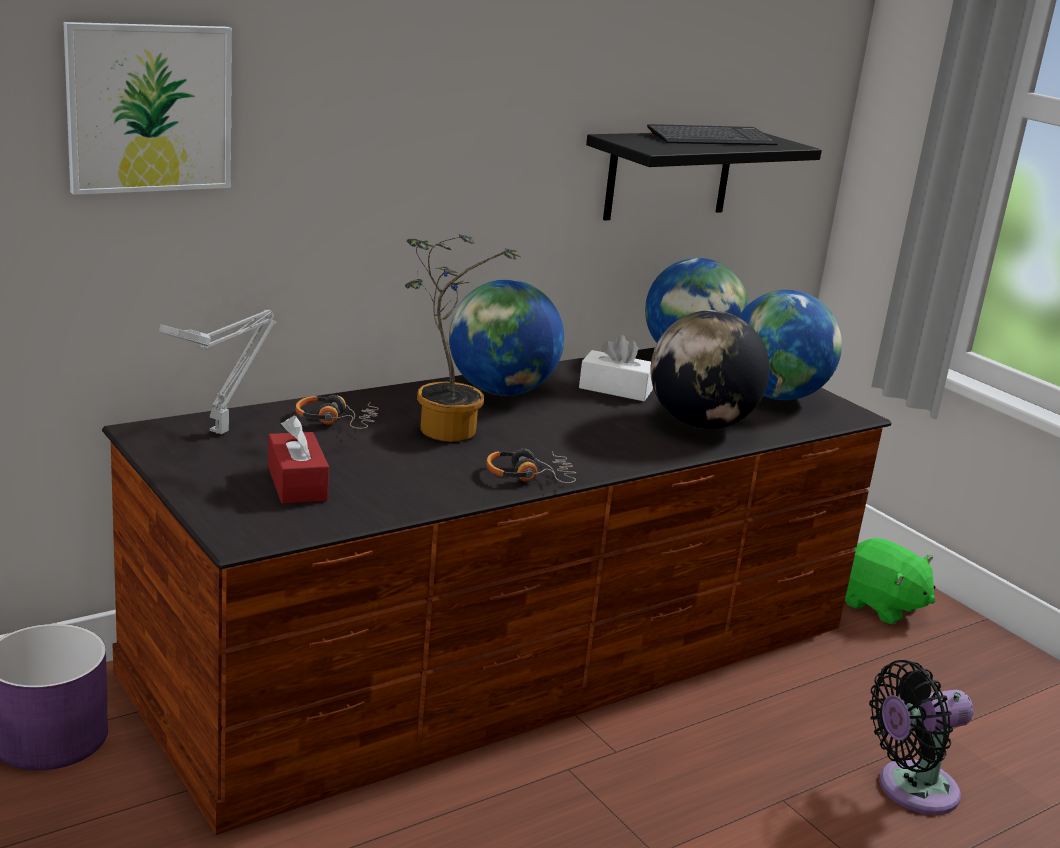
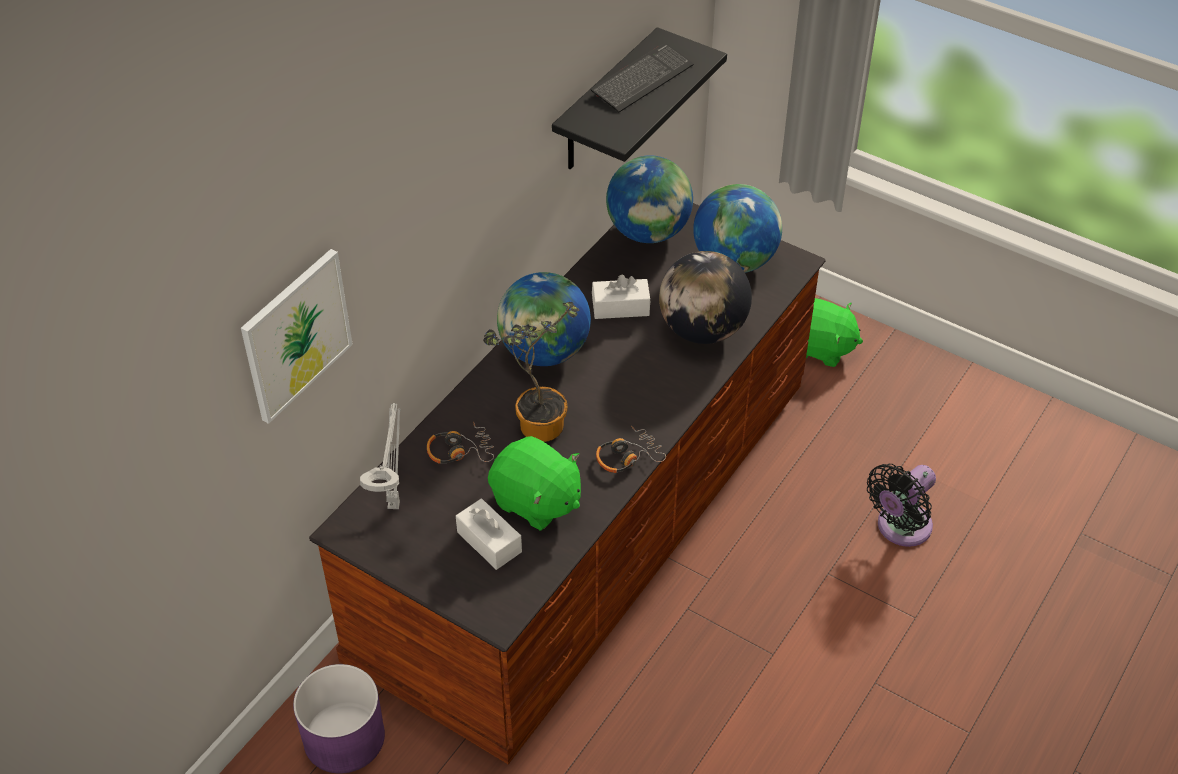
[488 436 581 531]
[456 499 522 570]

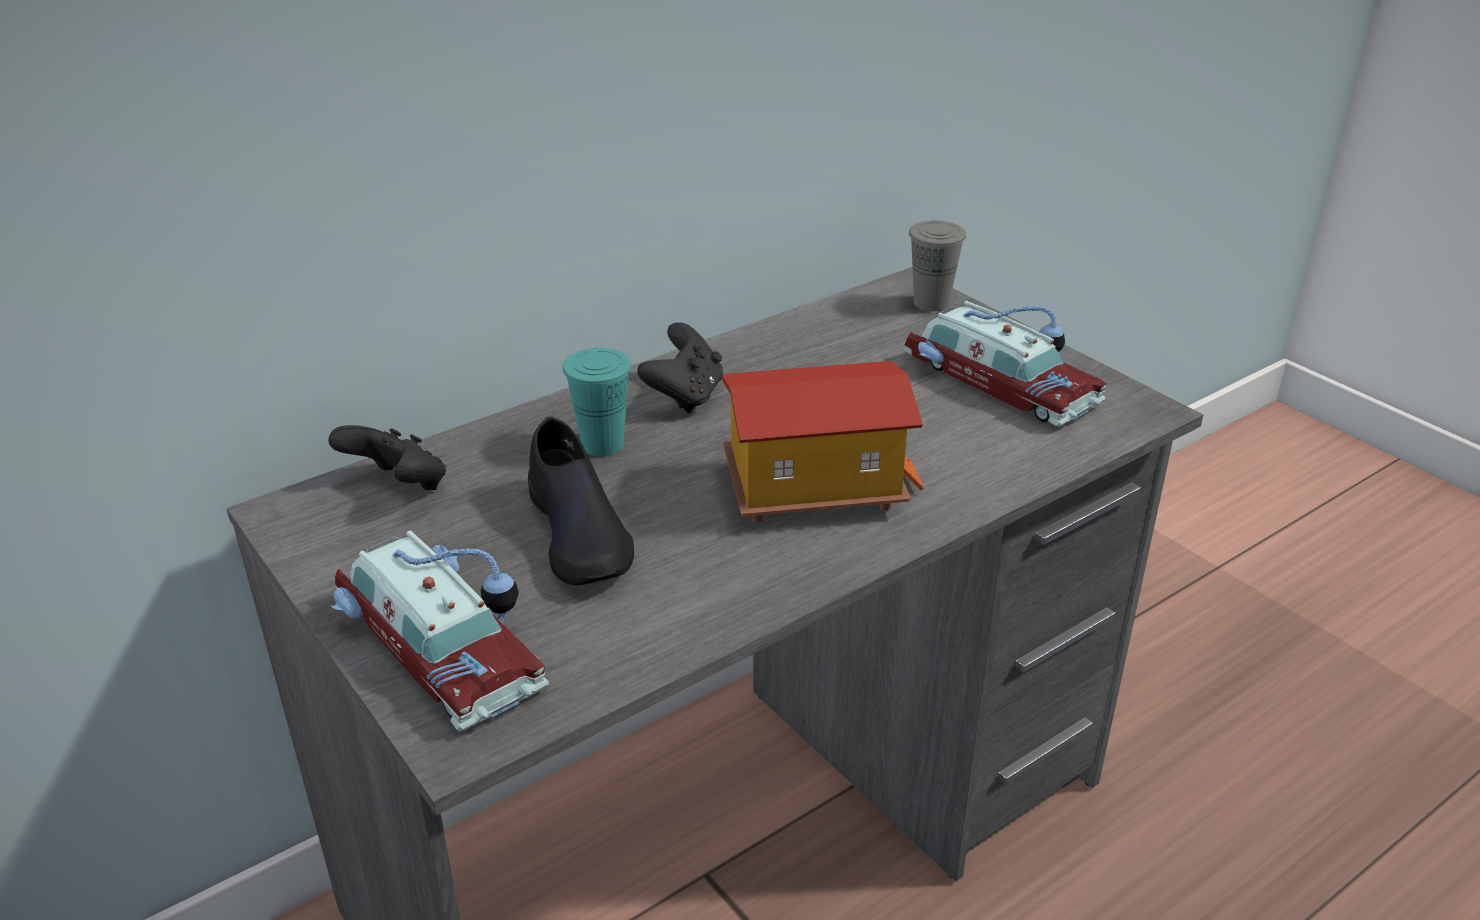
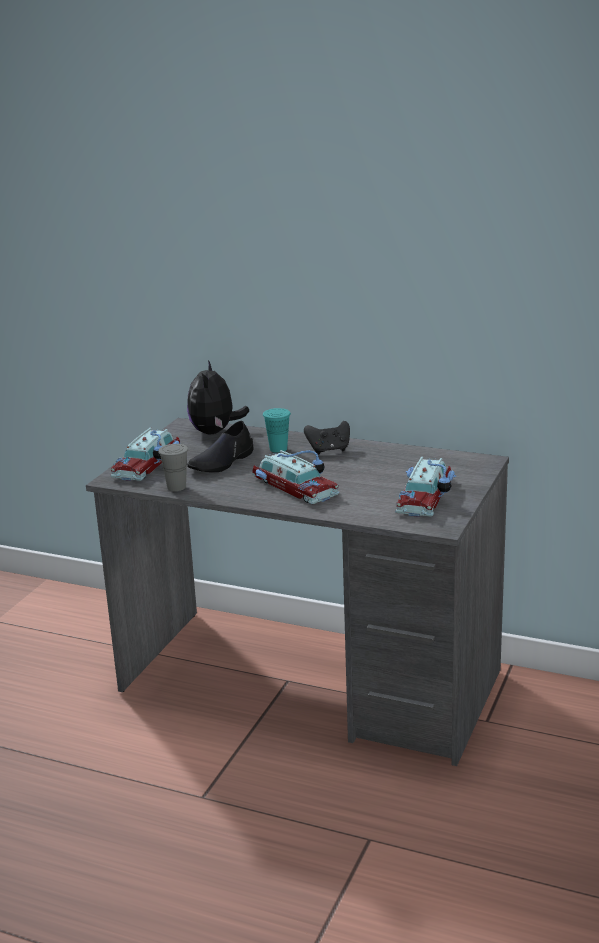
[158 444 188 491]
[187 360 249 434]
[252 450 339 504]

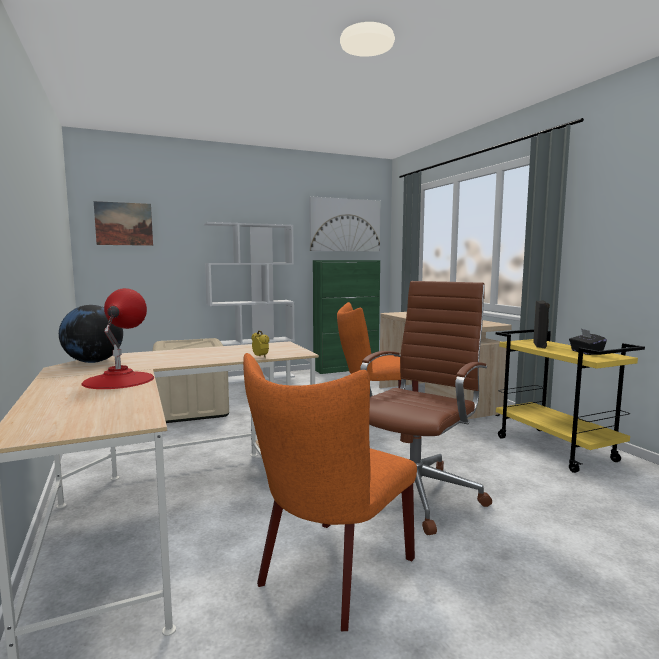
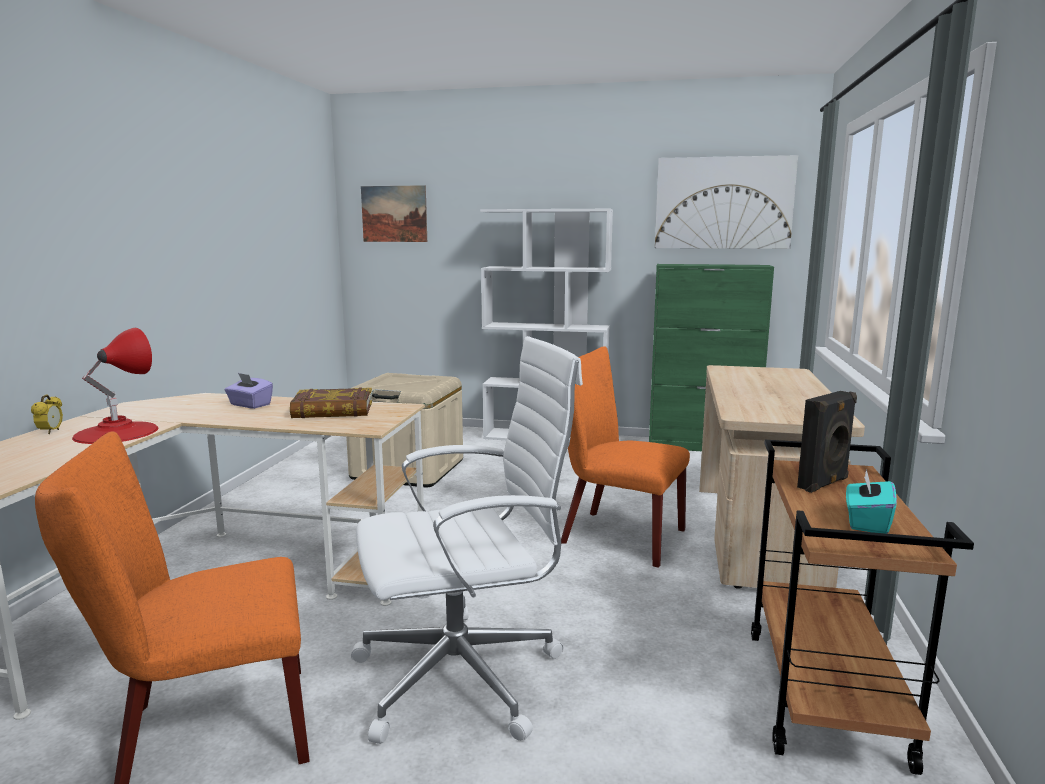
[59 305 123 363] (first image)
[225 373 273 409]
[290 387 372 418]
[31 394 63 434]
[351 336 583 744]
[751 440 974 775]
[846 469 897 534]

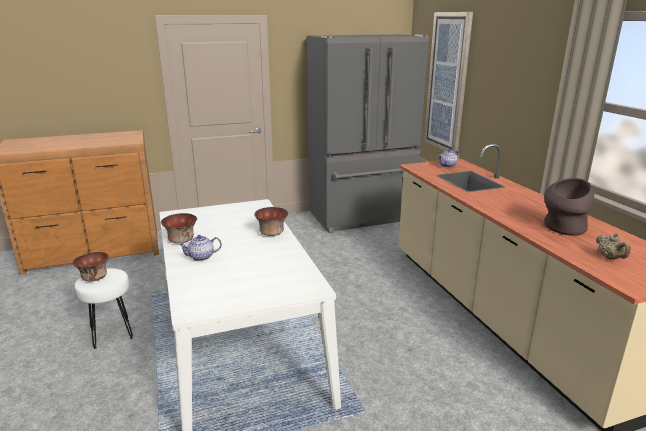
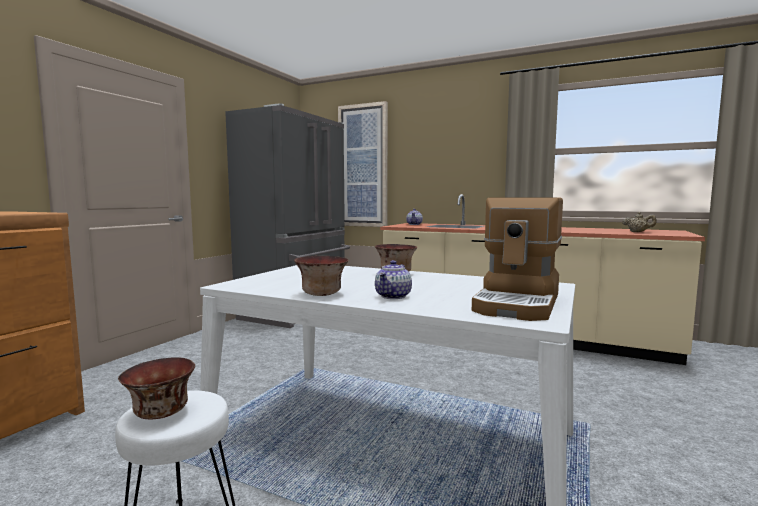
[544 178 594 236] (first image)
[472 197 563 321]

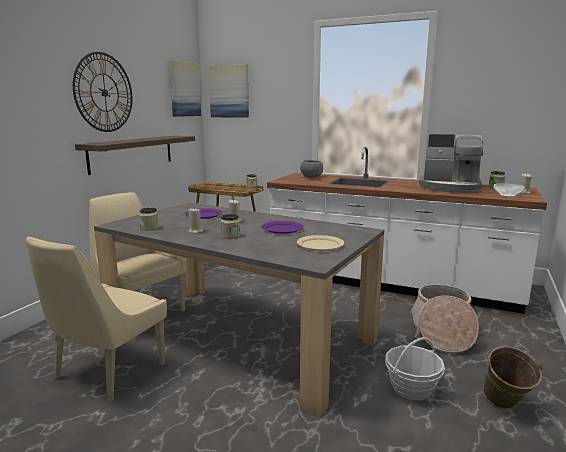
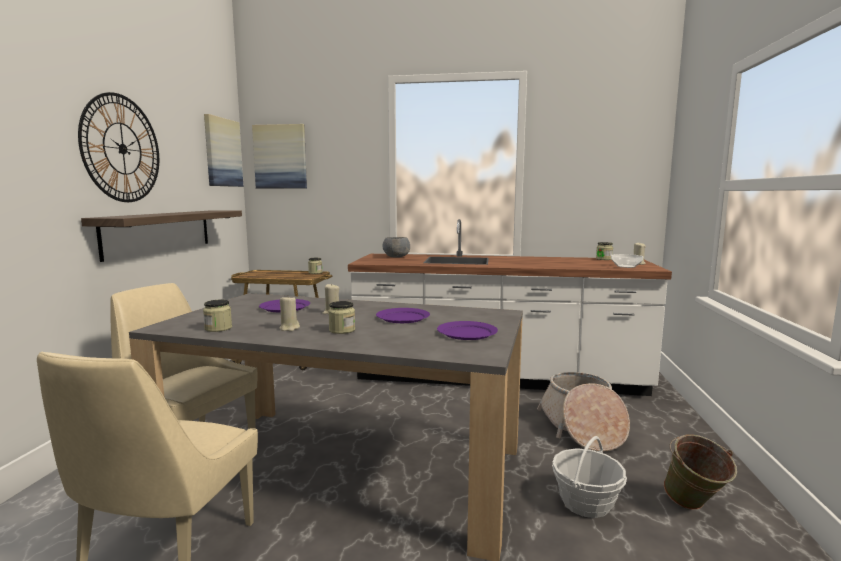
[419 134 483 193] (first image)
[437 321 498 340]

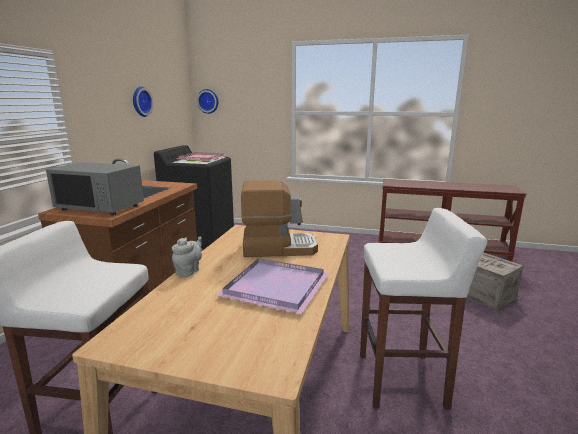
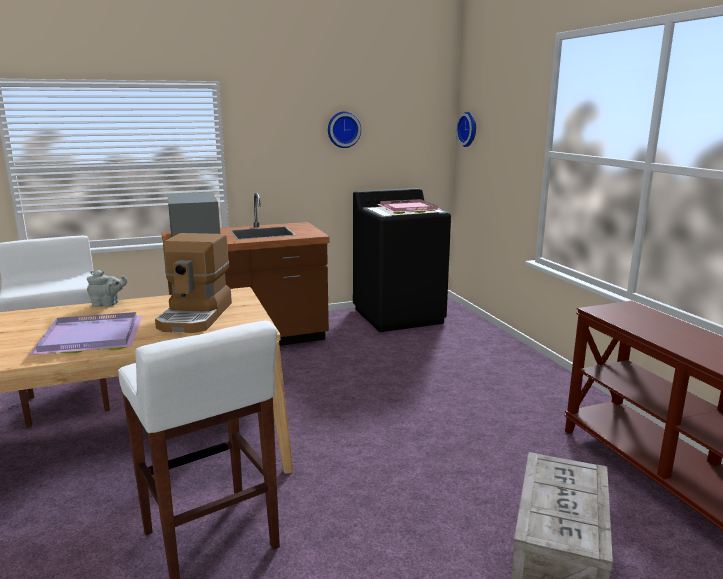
[155 233 232 333]

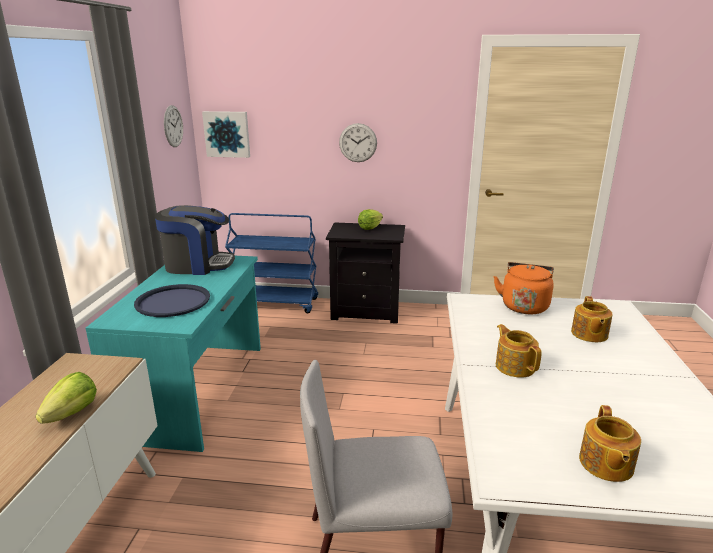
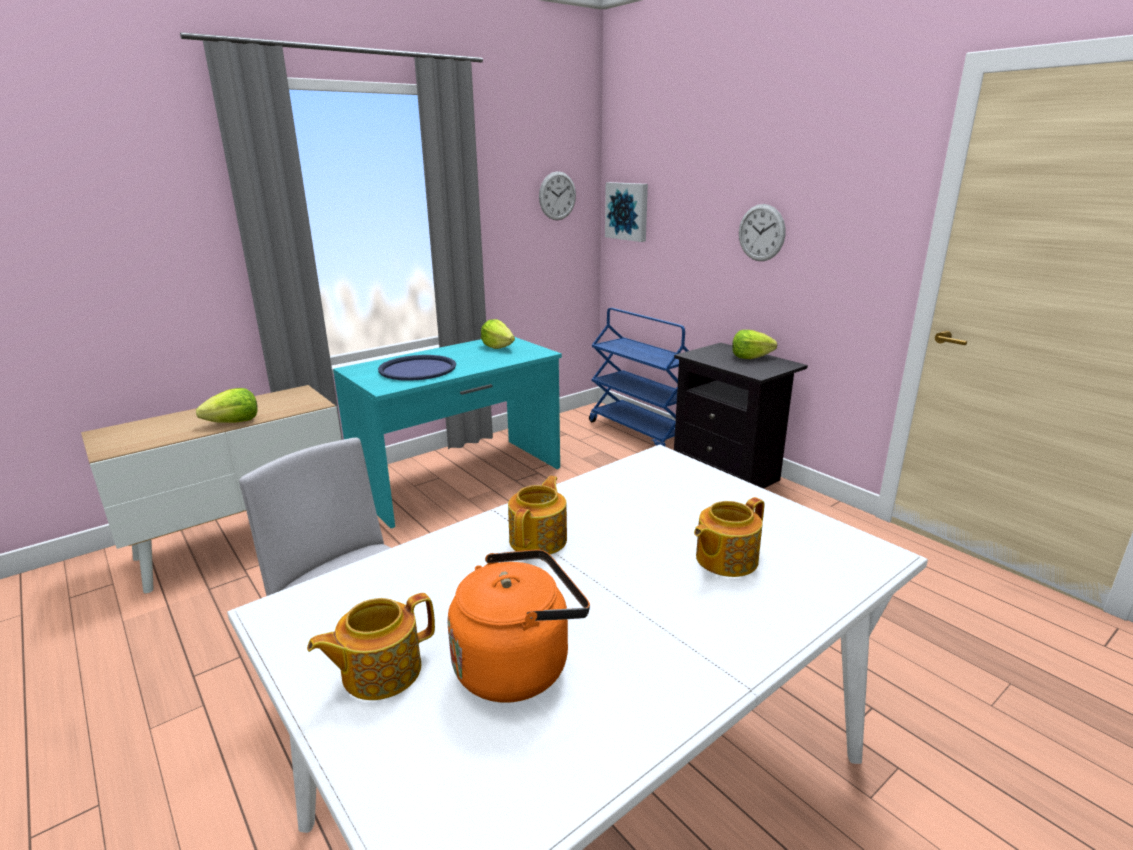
[448 549 590 703]
[481 319 515 349]

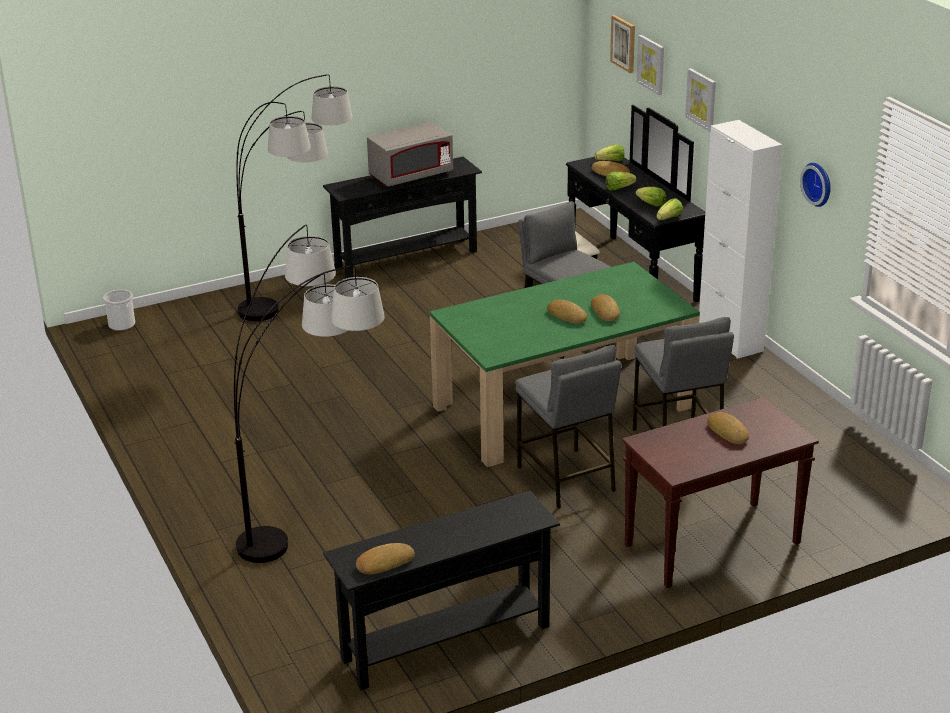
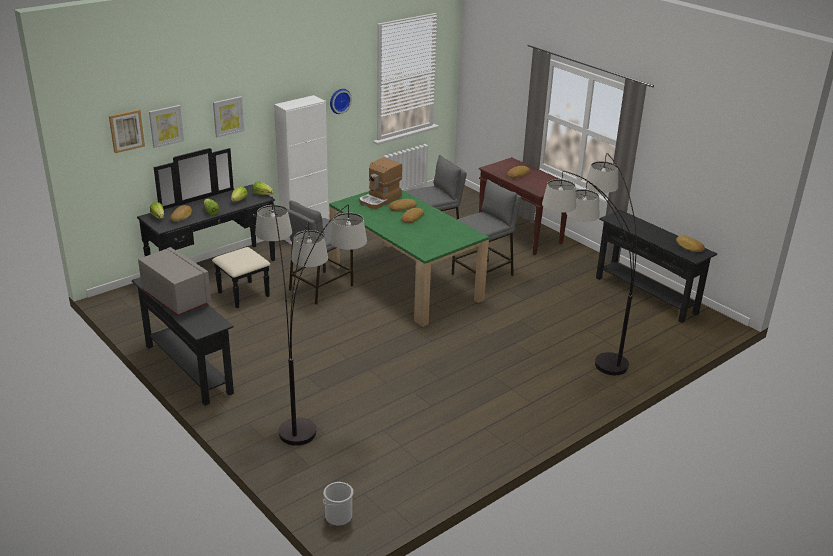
[359 157 402 209]

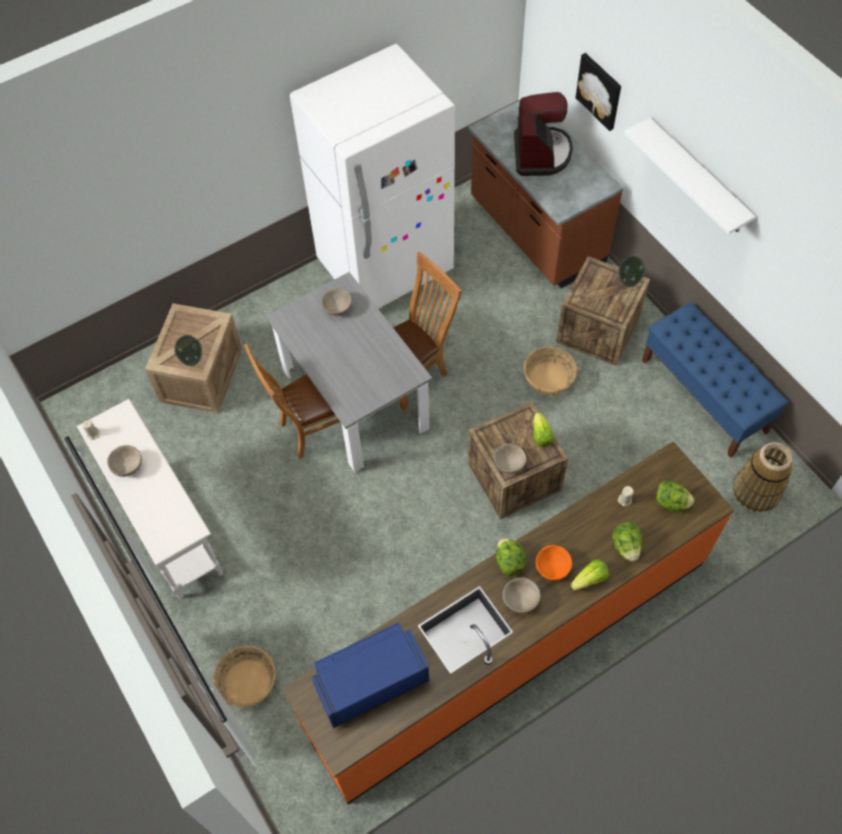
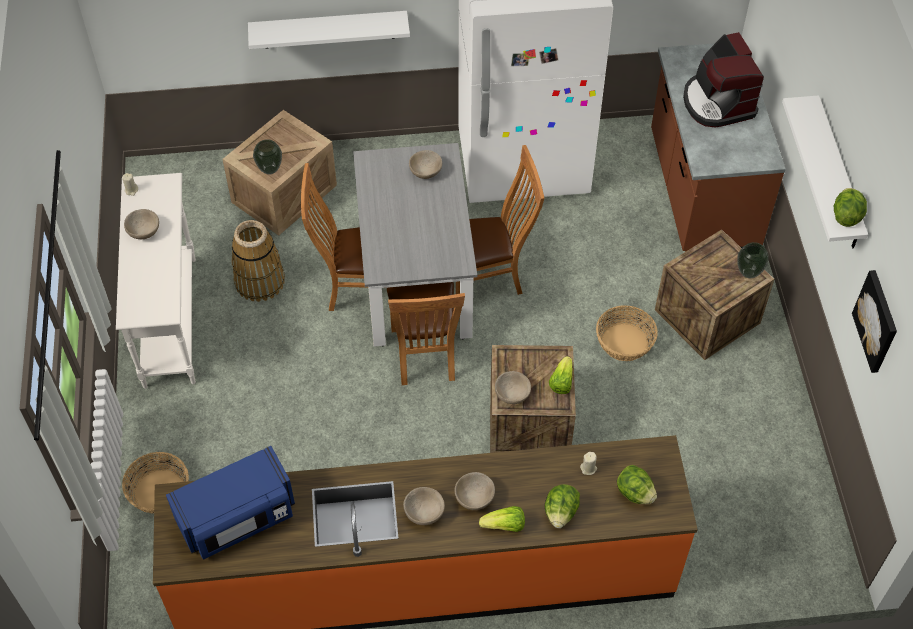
[642 302 788 458] (first image)
[248 11 410 49]
[387 282 465 385]
[834 188 867 227]
[852 270 897 373]
[231 220 285 302]
[454 472 495 510]
[166 446 295 560]
[683 32 764 127]

